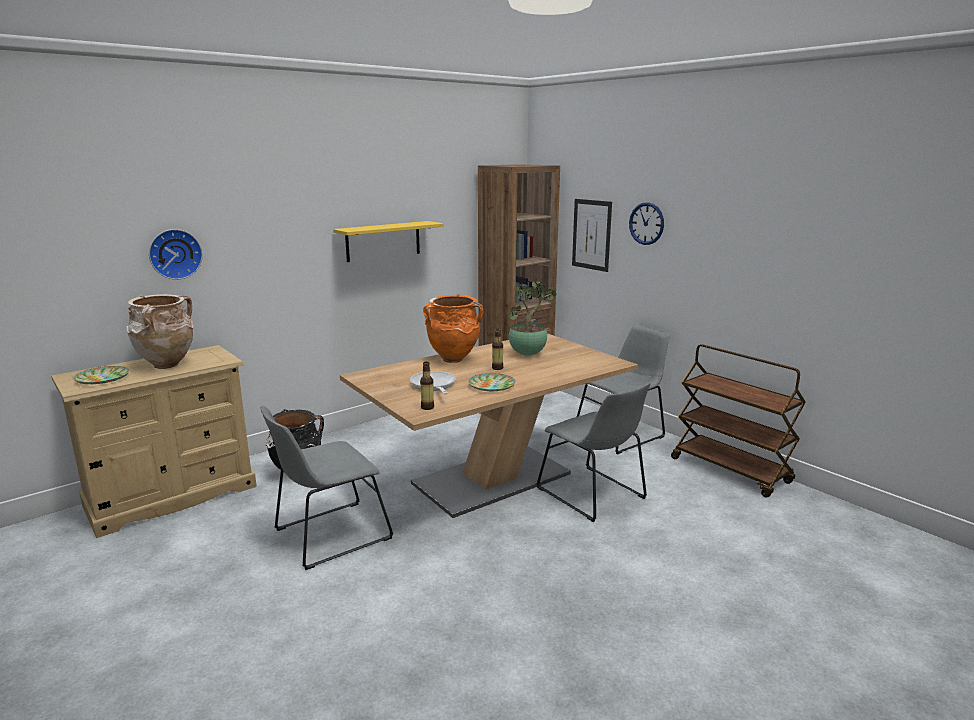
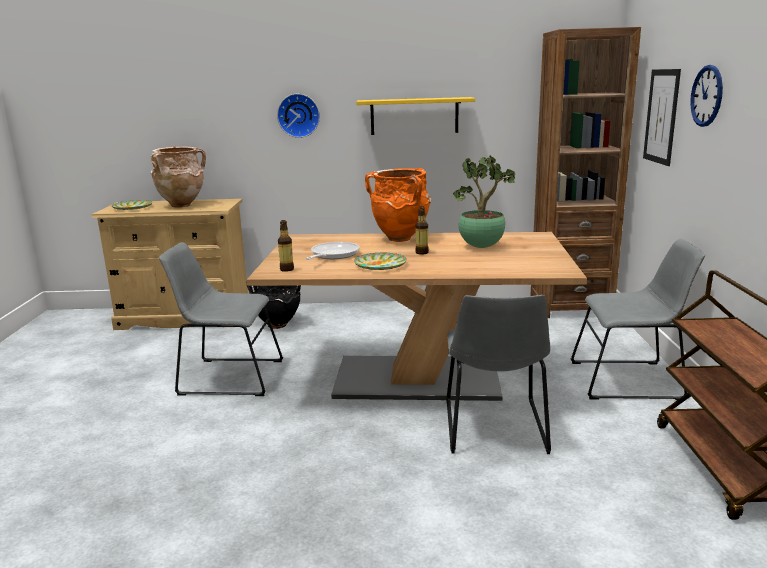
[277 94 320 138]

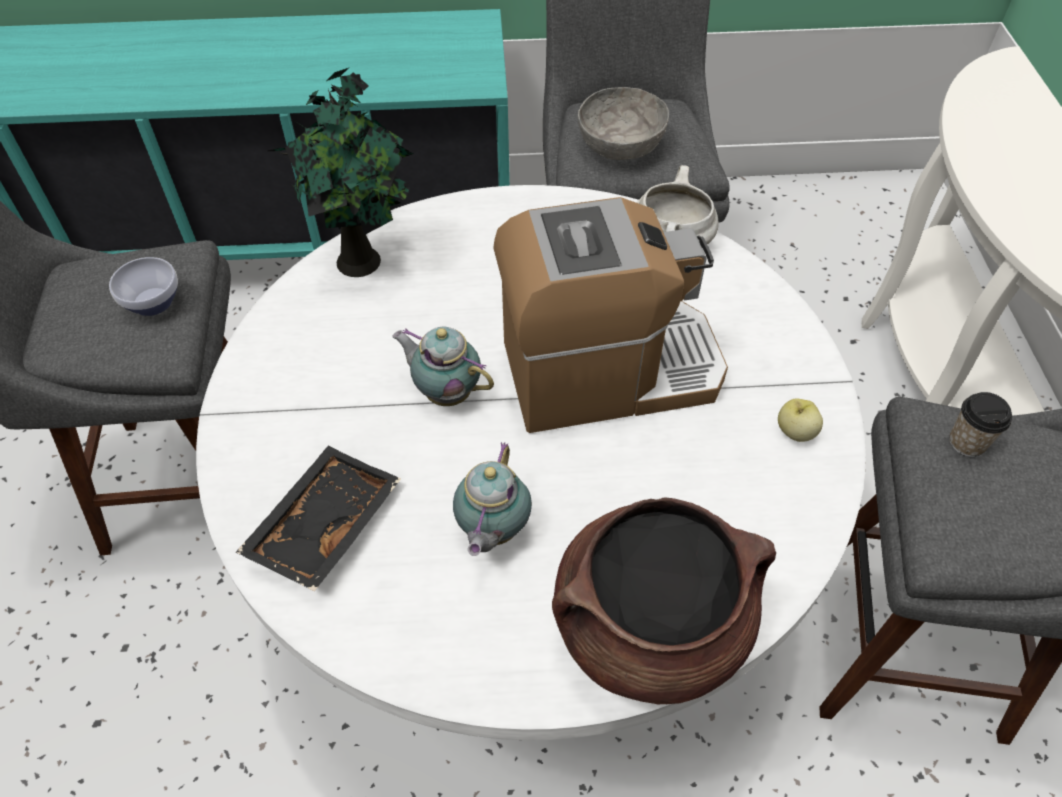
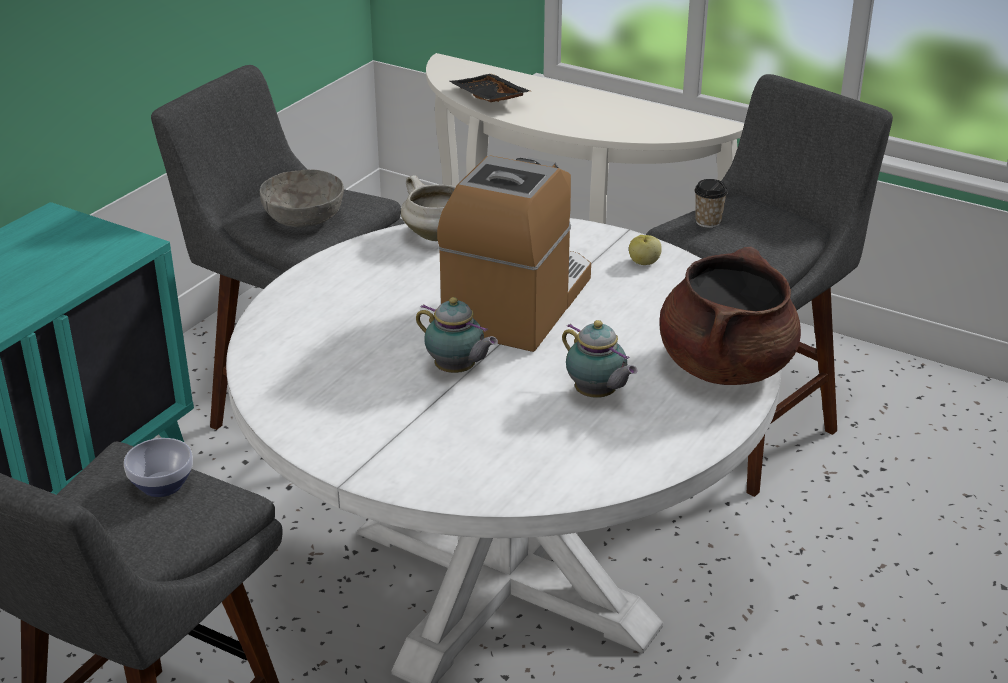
[268 68 413 277] (first image)
[449 74 531 102]
[416 297 498 373]

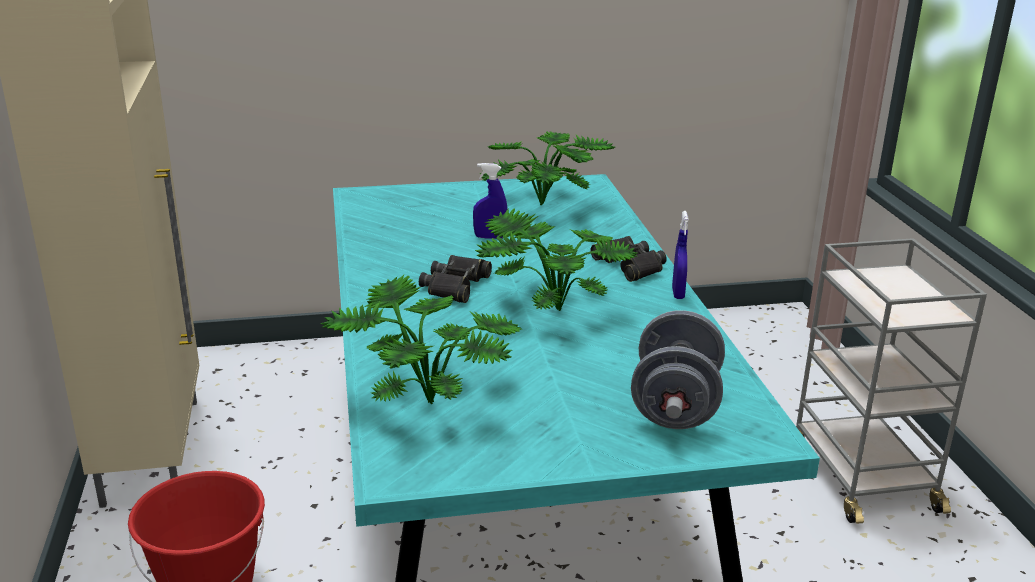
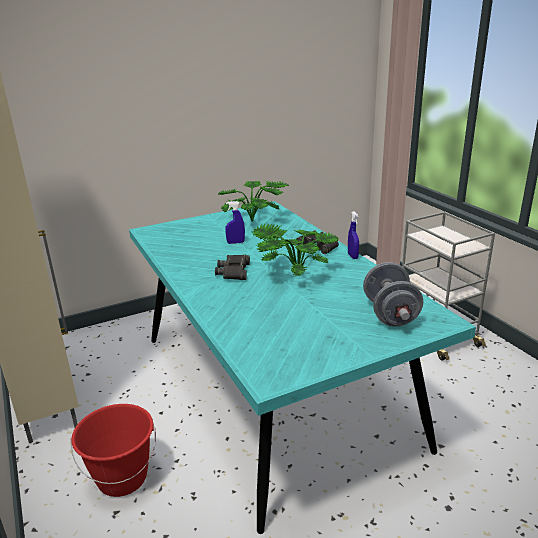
[320 274 522 404] (first image)

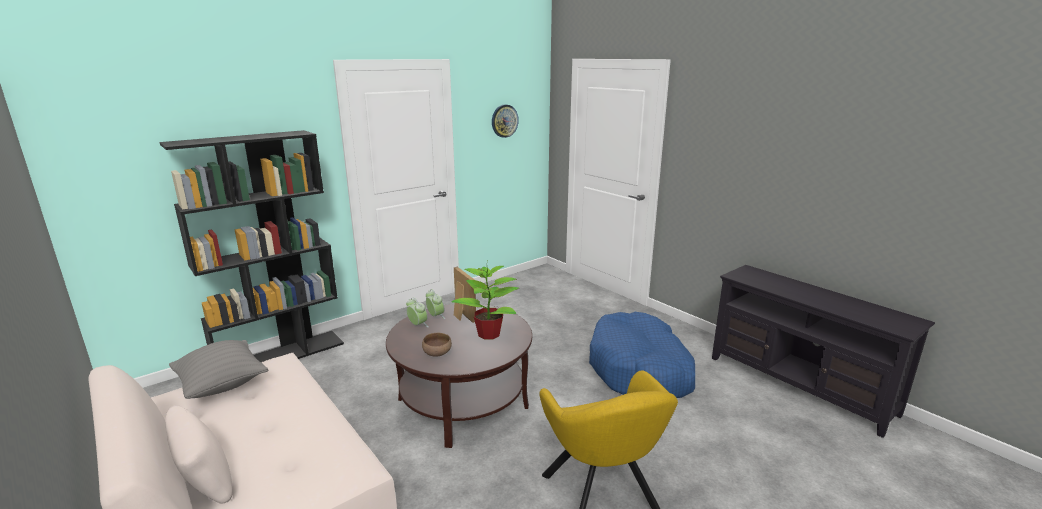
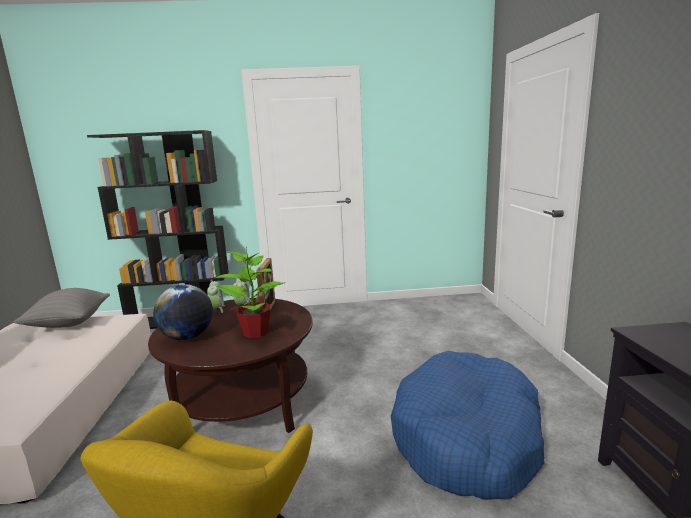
[492 105 519 138] (first image)
[153 284 213 340]

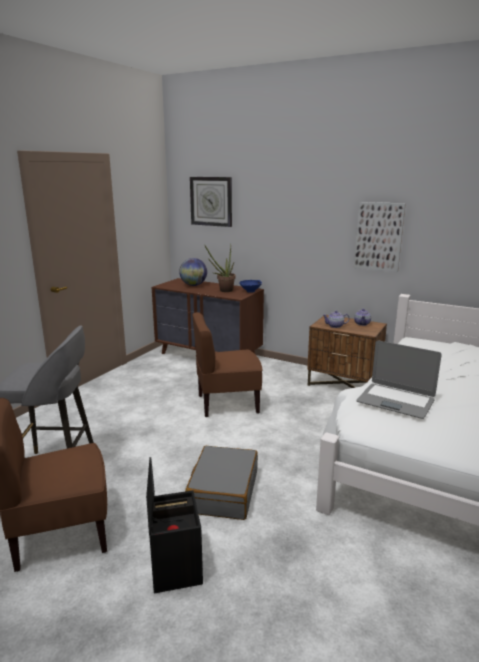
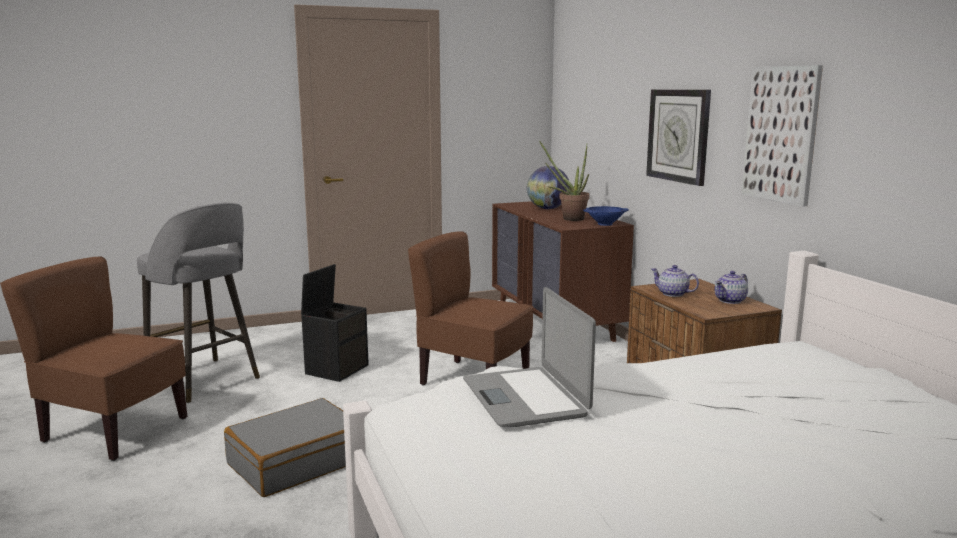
[301 264 369 382]
[646 89 711 186]

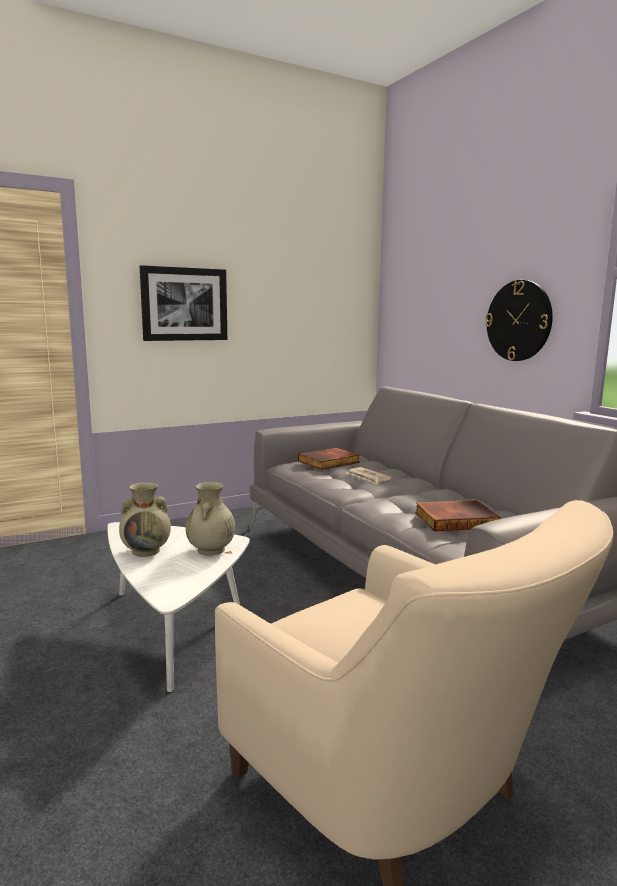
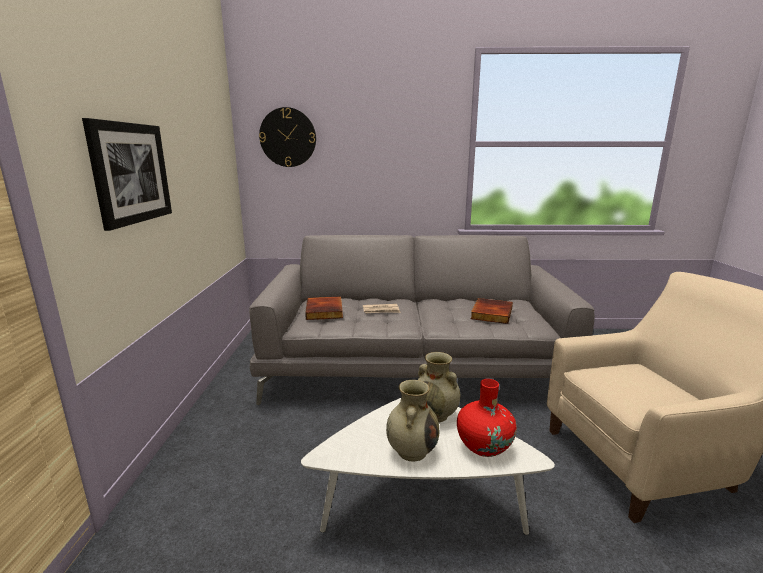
[457 379 517 457]
[259 107 316 167]

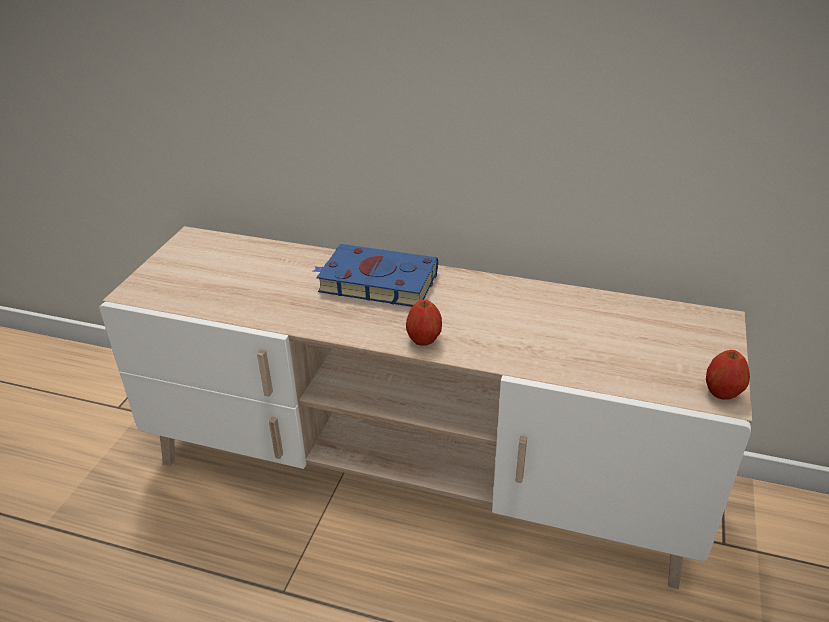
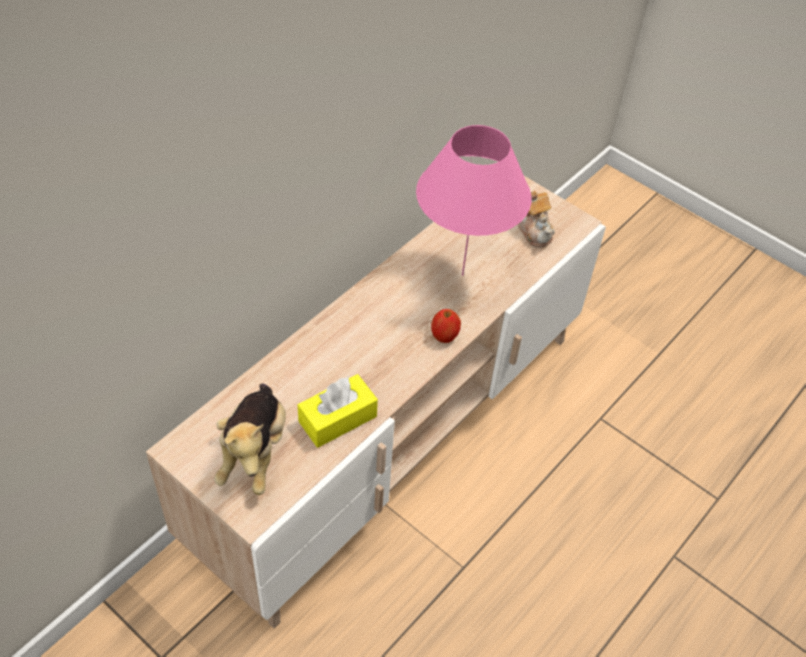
[313 244 438 307] (first image)
[706 350 750 400] (first image)
[214 383 286 495]
[298 374 378 448]
[416 125 532 276]
[518 191 555 248]

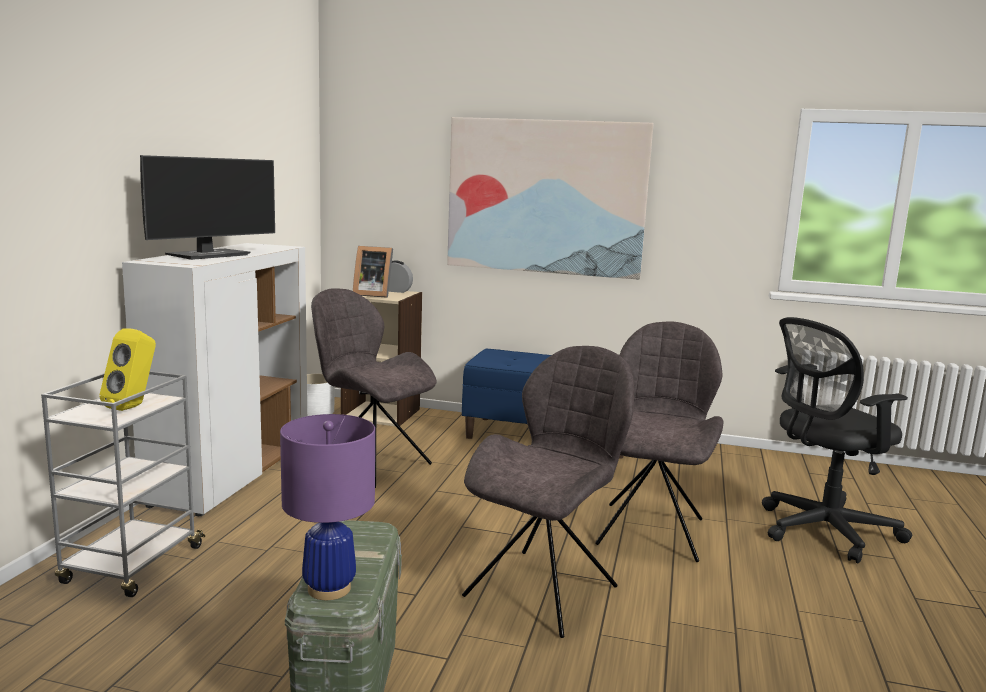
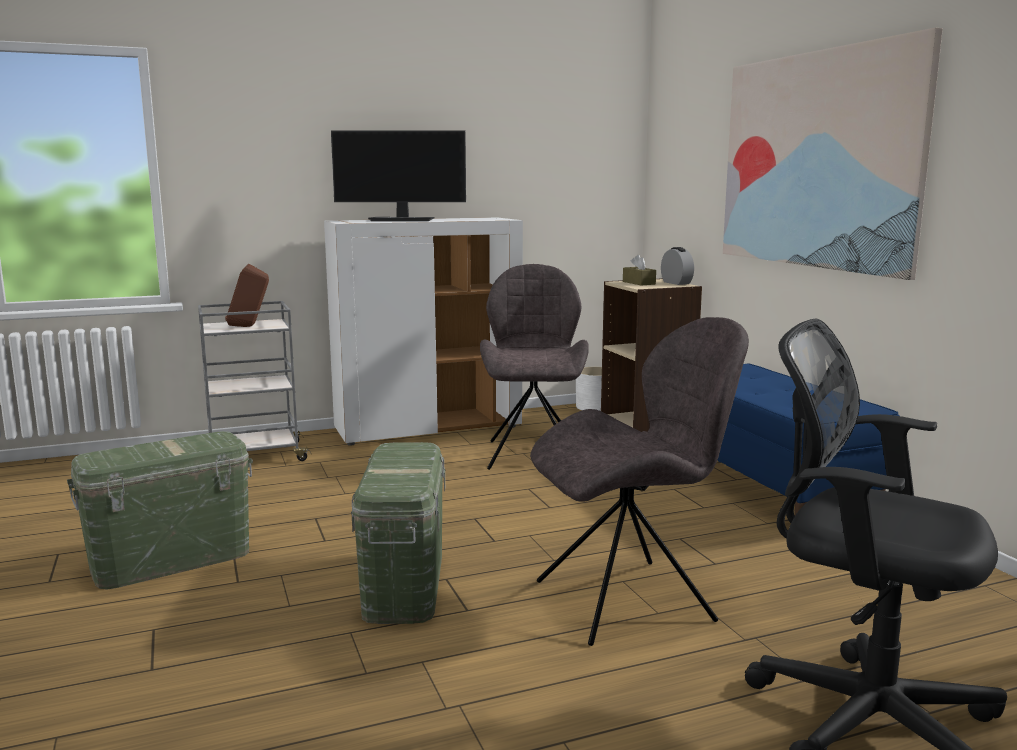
[280 414 375 600] (first image)
[623 255 656 285]
[351 442 445 624]
[225 264 269 327]

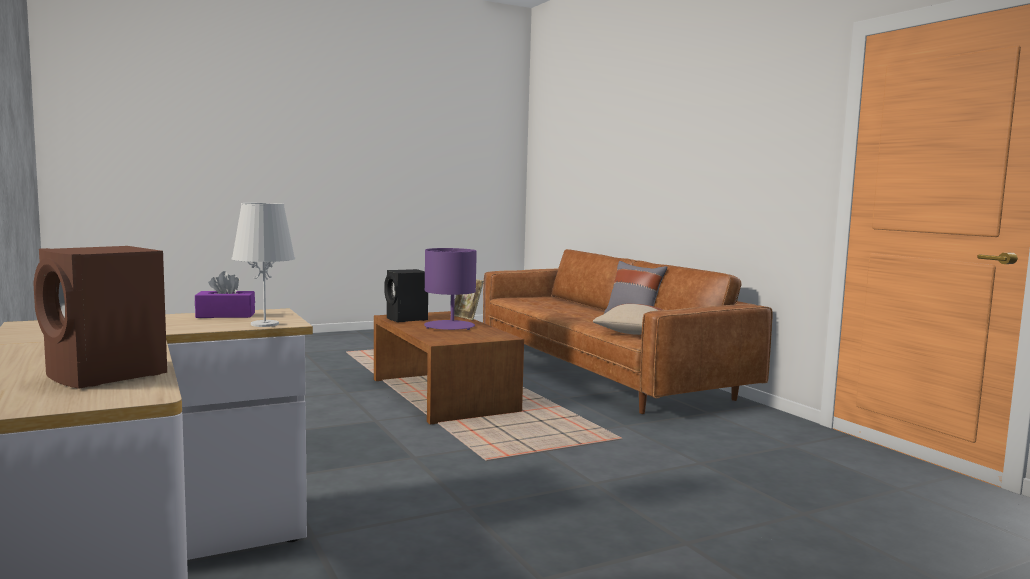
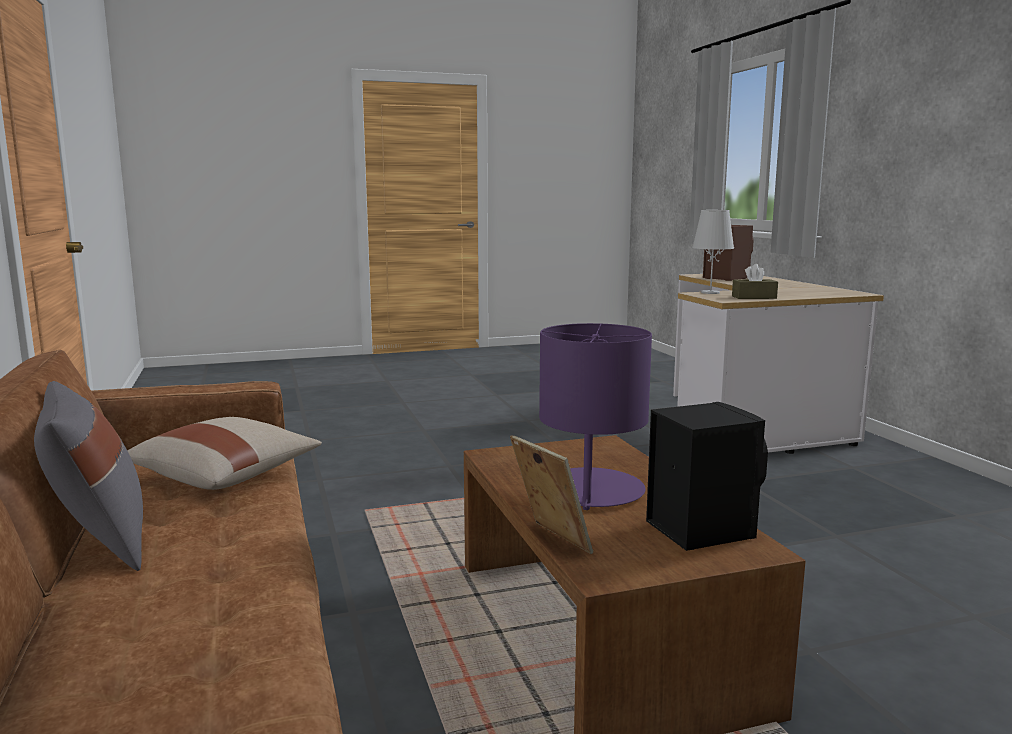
[732 264 778 299]

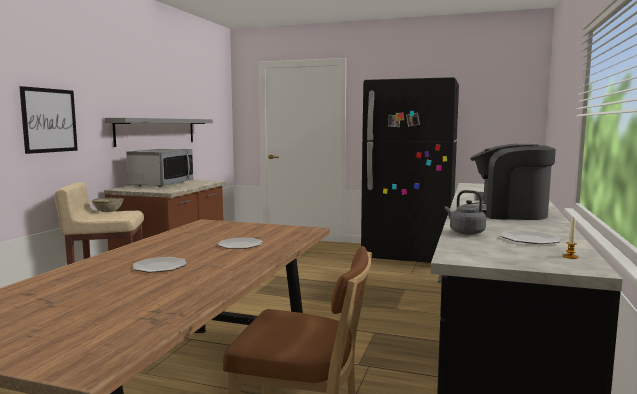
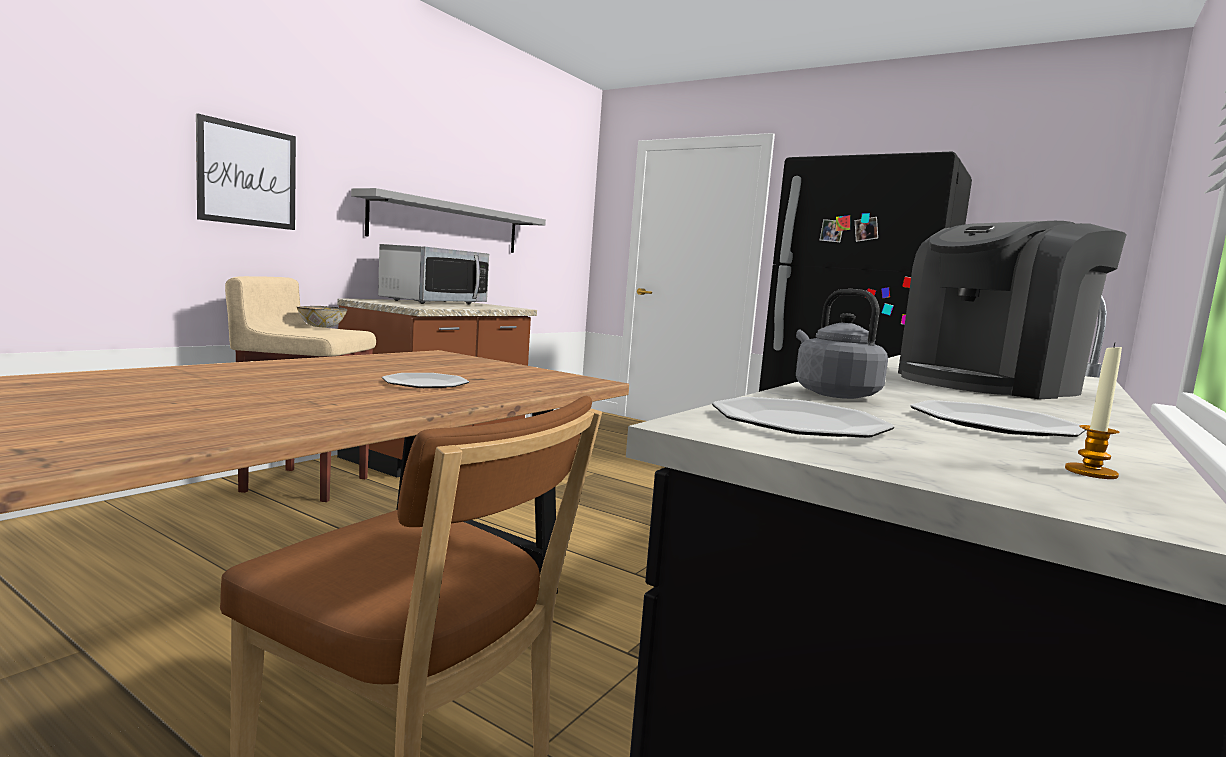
[712 397 894 438]
[898 221 1127 399]

